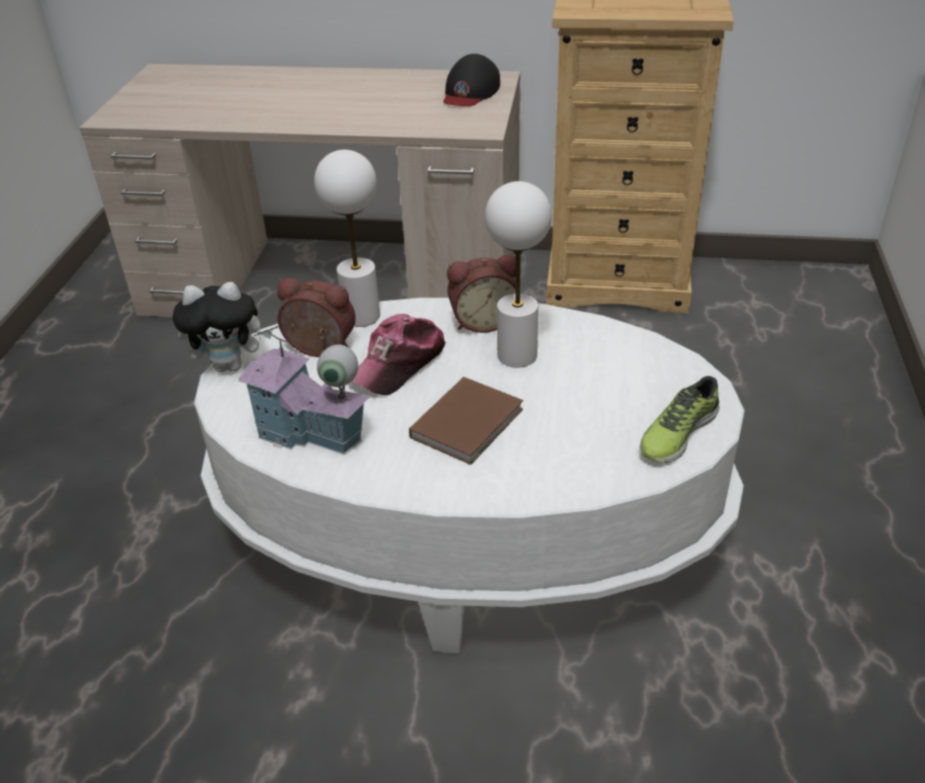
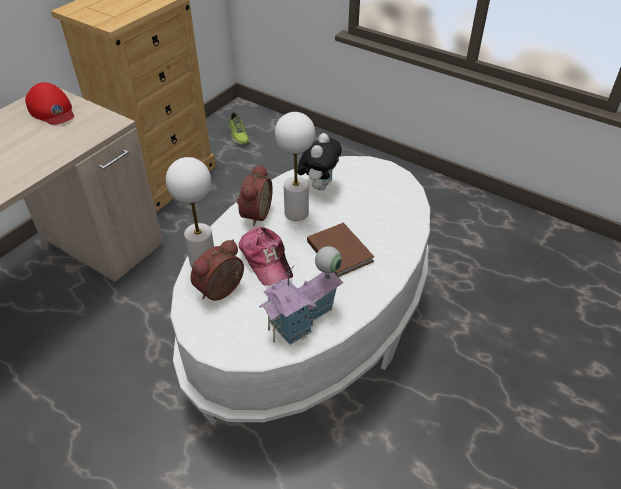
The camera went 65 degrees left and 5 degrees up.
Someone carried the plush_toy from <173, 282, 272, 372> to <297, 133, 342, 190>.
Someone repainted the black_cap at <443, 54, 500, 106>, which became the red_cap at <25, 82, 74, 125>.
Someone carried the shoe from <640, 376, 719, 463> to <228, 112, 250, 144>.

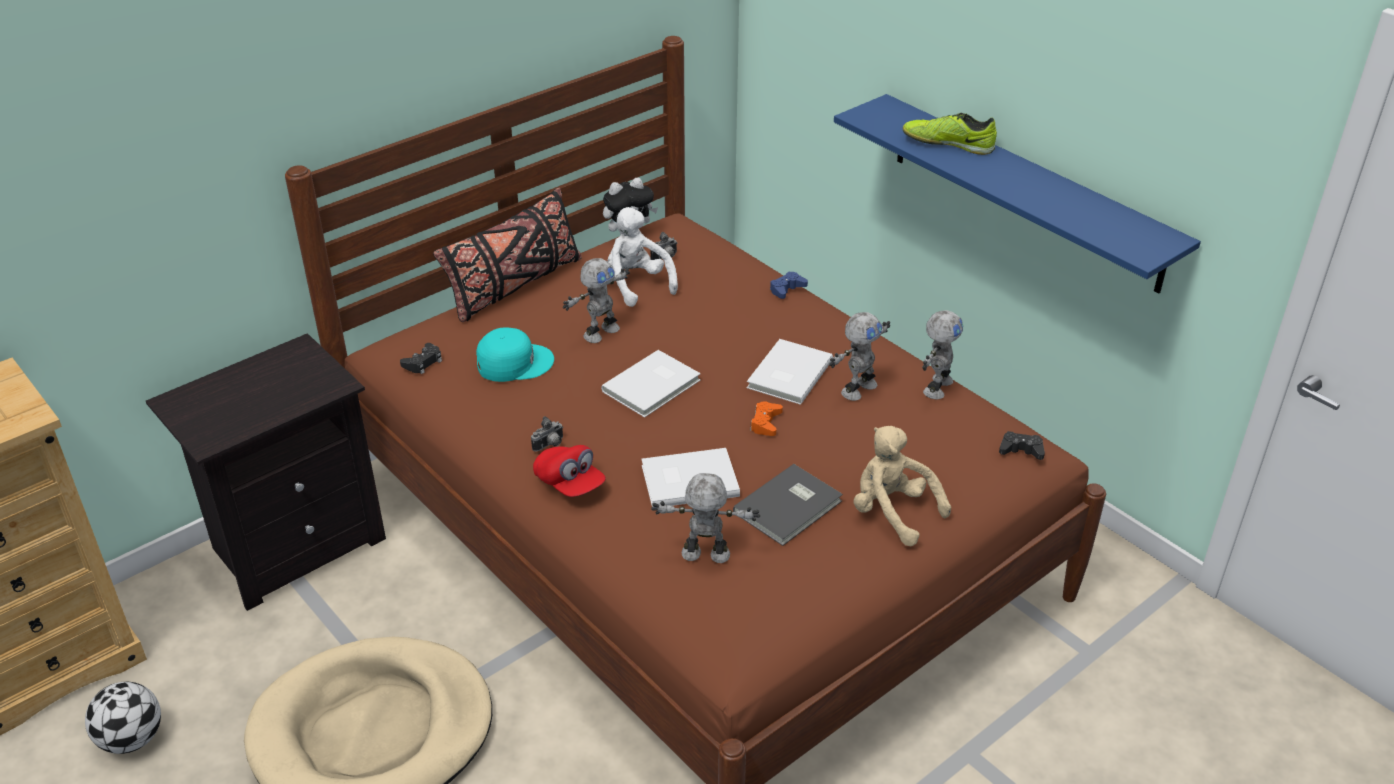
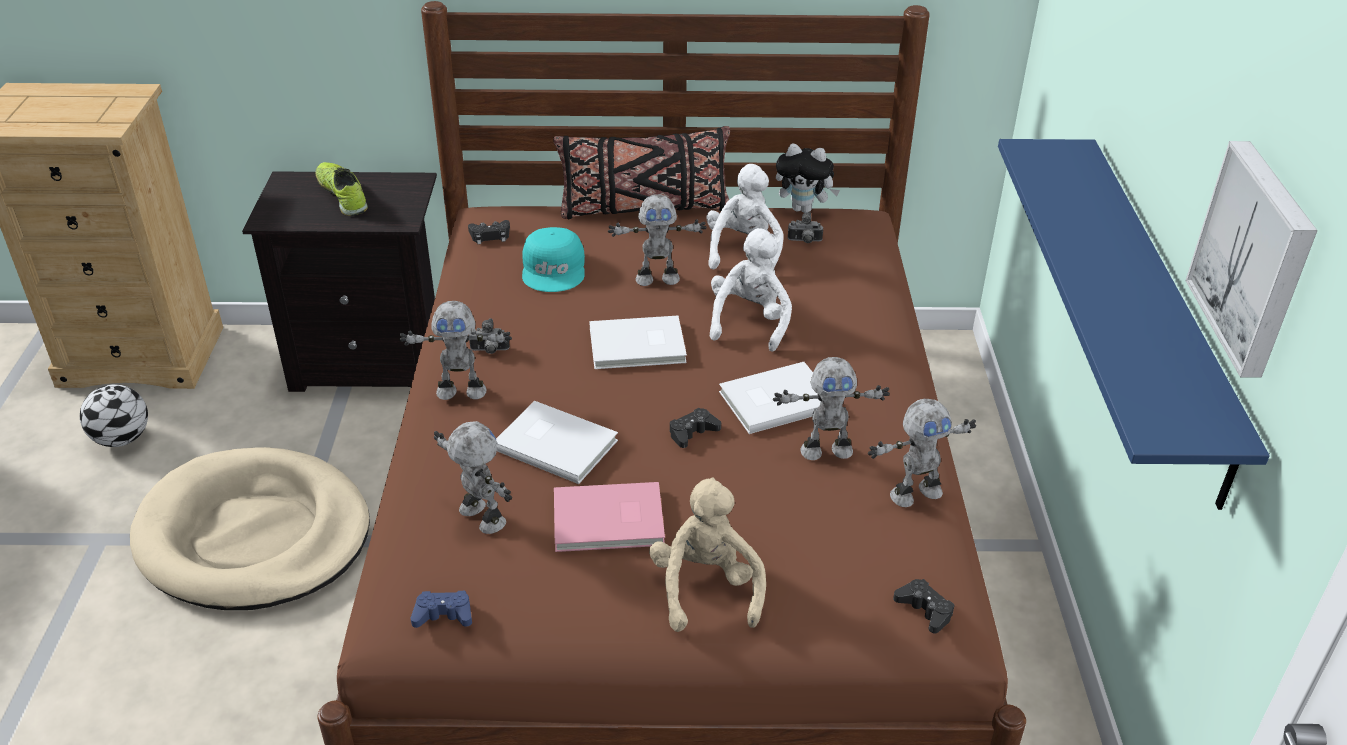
The camera went 40 degrees right and 0 degrees up.
Someone rotated the turquoise_cap at <476, 328, 554, 382> by 60 degrees clockwise.
Someone swapped the red_cap at <533, 445, 606, 497> for the toy_robot at <399, 301, 512, 400>.
Someone repainted the grey_book at <733, 464, 843, 546>, which became the pink_book at <554, 482, 665, 552>.
Someone repainted the orange_game_controller at <750, 401, 783, 436>, which became the black_game_controller at <670, 408, 721, 448>.
Someone carried the blue_game_controller from <770, 271, 808, 299> to <411, 591, 472, 628>.
Someone carried the shoe from <903, 113, 997, 155> to <315, 162, 368, 216>.
Someone put down the white_plush_toy at <710, 228, 792, 352>.
Someone put up the picture at <1185, 141, 1318, 378>.

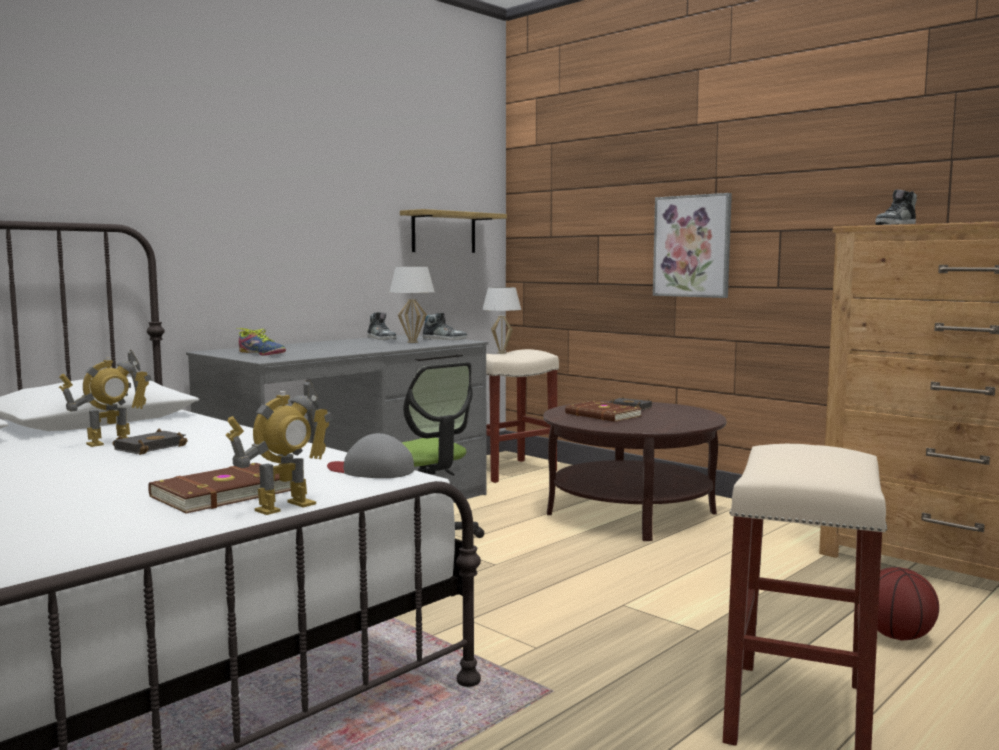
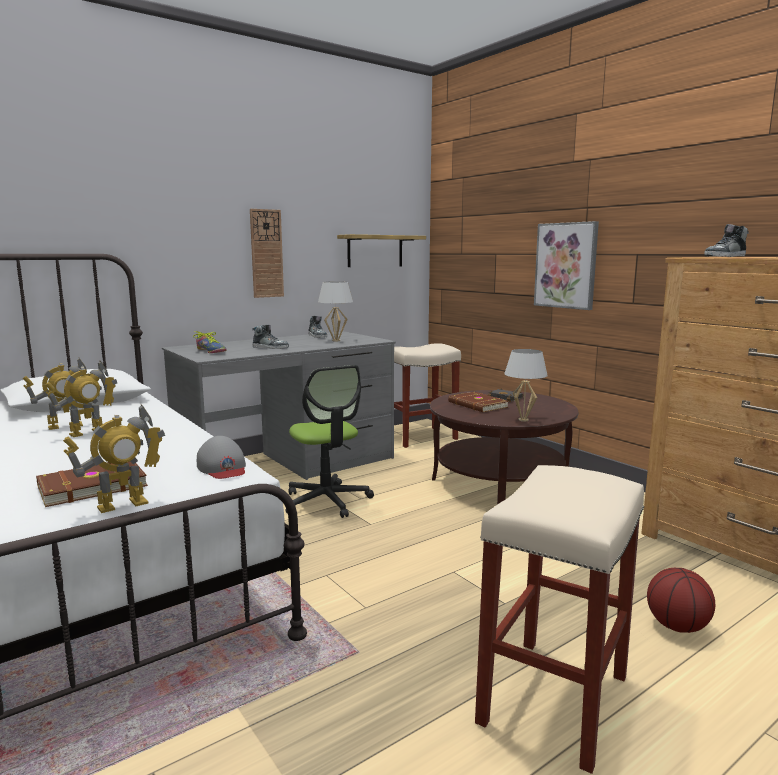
The camera went 10 degrees right and 5 degrees up.
Someone swapped the black_book at <113, 428, 188, 455> for the toy_robot at <45, 360, 117, 437>.
Someone rotated the grey_cap at <327, 433, 414, 478> by 150 degrees counterclockwise.
Someone carried the shoe from <422, 313, 467, 340> to <252, 325, 289, 349>.
Someone carried the white_table_lamp from <482, 287, 521, 354> to <504, 349, 548, 421>.
Someone put up the wall_clock at <250, 209, 284, 298>.

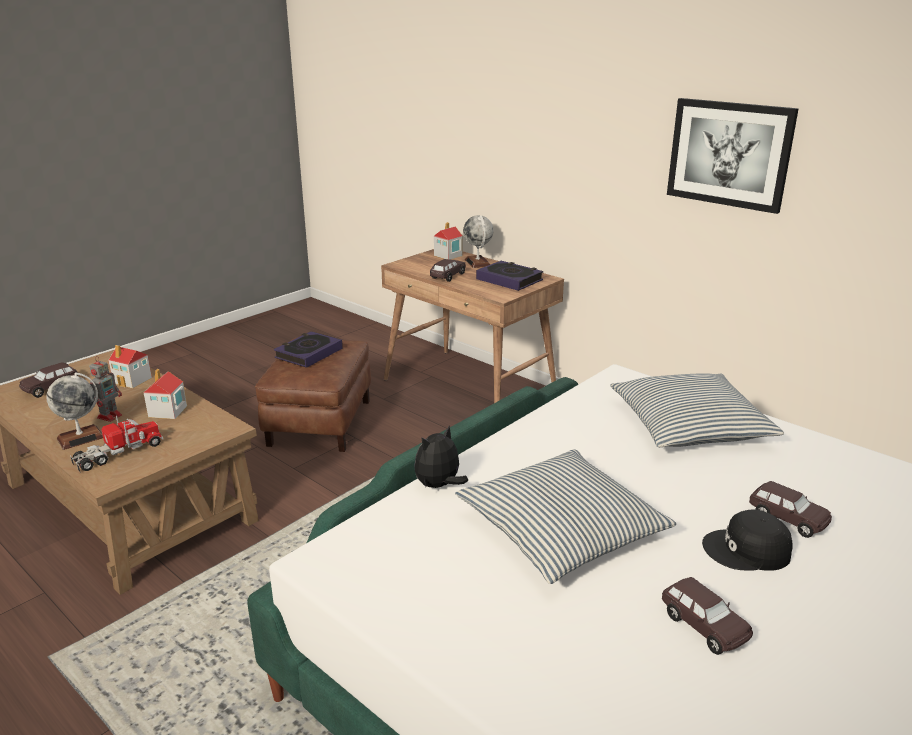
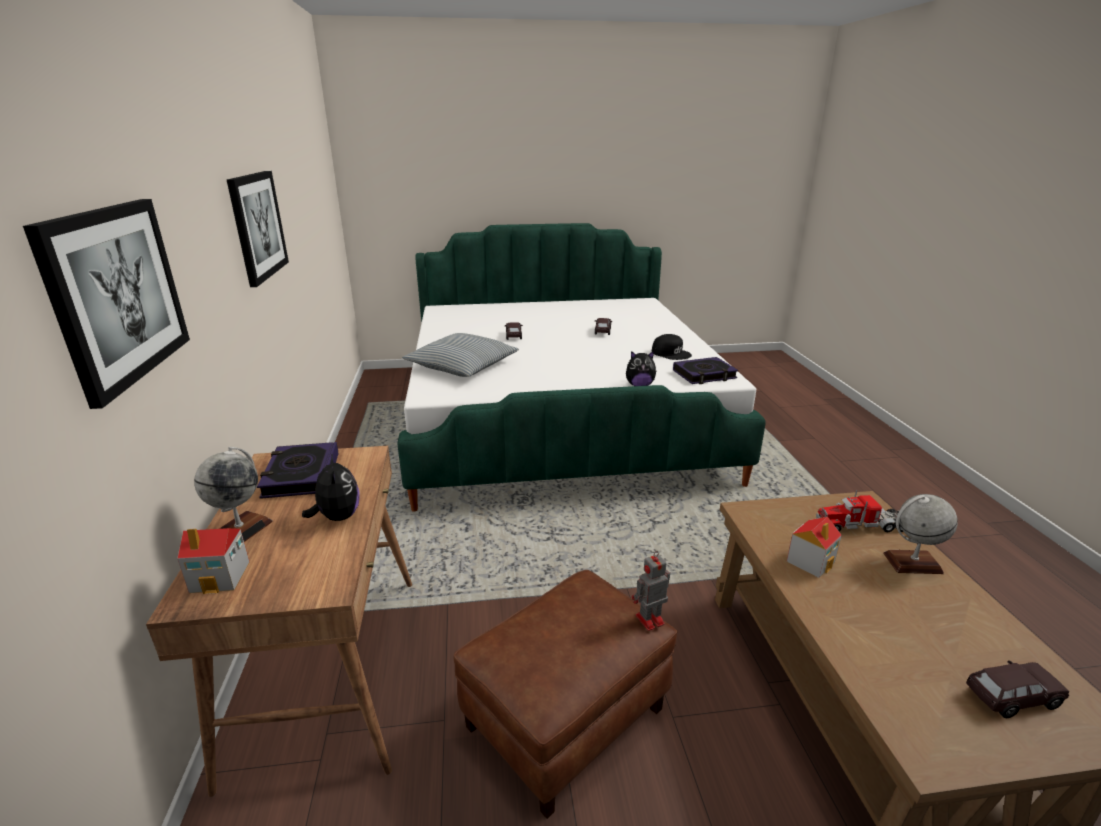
The camera went 140 degrees left and 0 degrees up.
Someone carried the toy_robot from <89, 356, 122, 422> to <632, 551, 670, 631>.
Someone took away the toy_house at <108, 345, 152, 388>.
Someone carried the book from <274, 331, 343, 368> to <673, 357, 738, 384>.
Someone swapped the brown_toy_car at <430, 259, 466, 282> for the plush_toy at <302, 453, 360, 521>.
Someone took away the pillow at <455, 449, 676, 584>.
Someone carried the black_cap from <702, 510, 793, 571> to <652, 334, 692, 360>.
Someone put up the picture at <23, 199, 190, 409>.

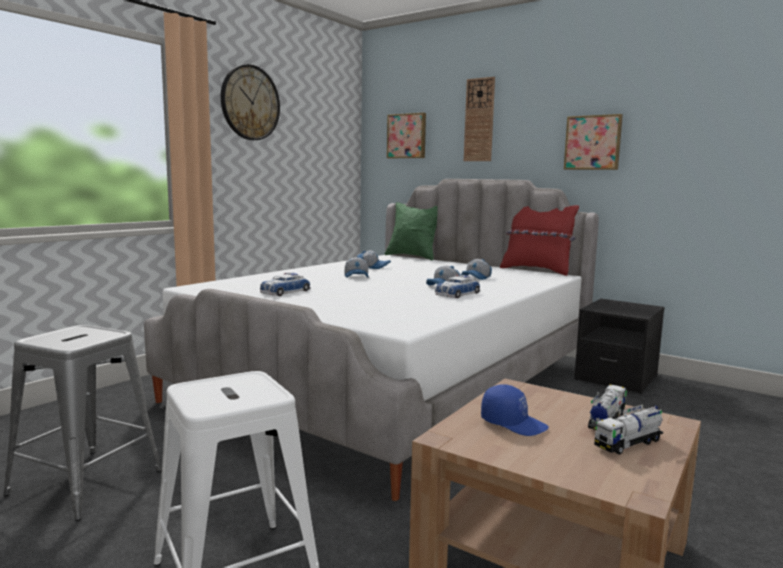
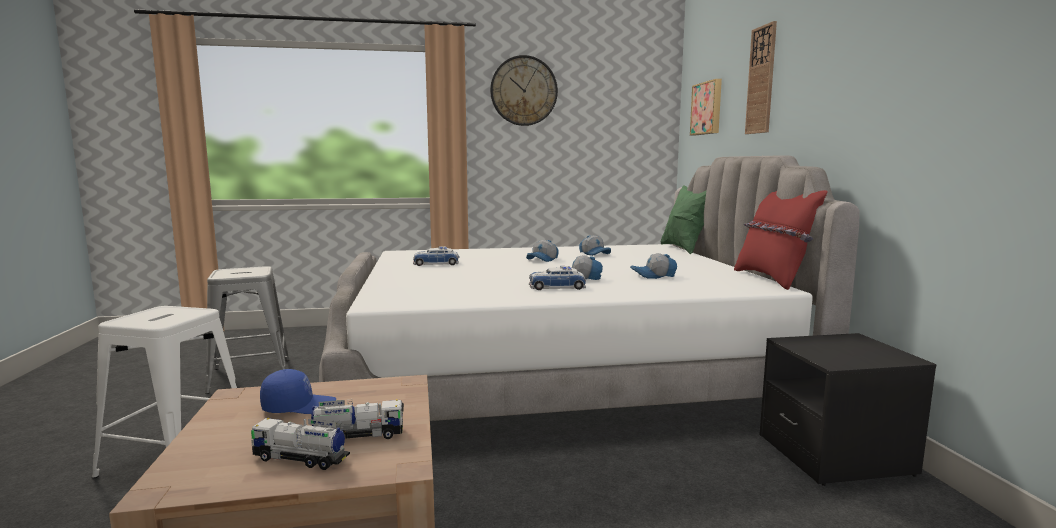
The camera went 45 degrees right and 0 degrees up.
Someone rotated the blue_cap at <481, 384, 549, 436> by 90 degrees counterclockwise.
Someone took away the picture at <564, 114, 623, 170>.

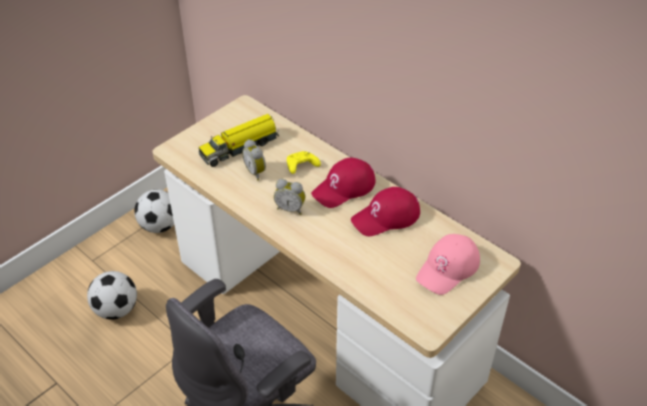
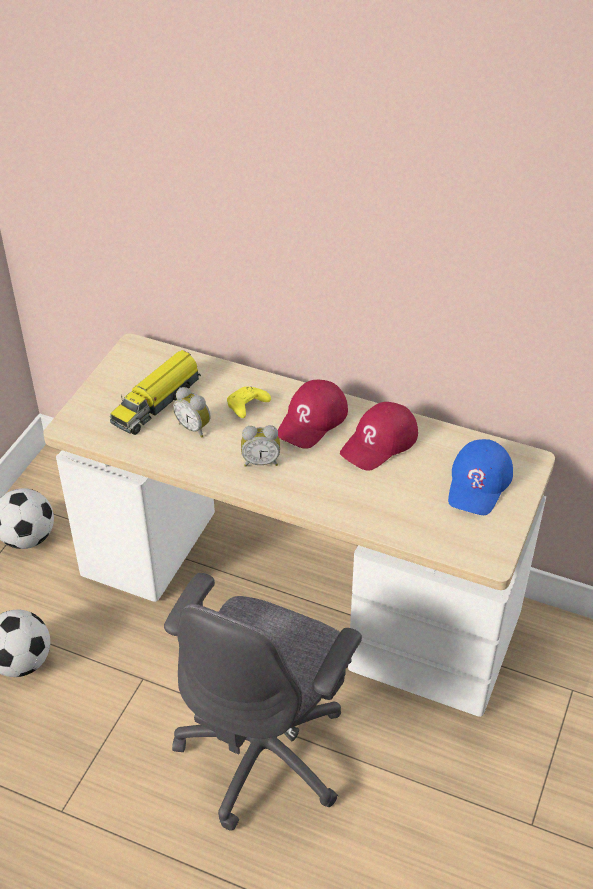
The camera went 20 degrees left and 0 degrees up.
Someone repainted the pink_cap at <416, 234, 480, 295>, which became the blue_cap at <448, 439, 513, 515>.

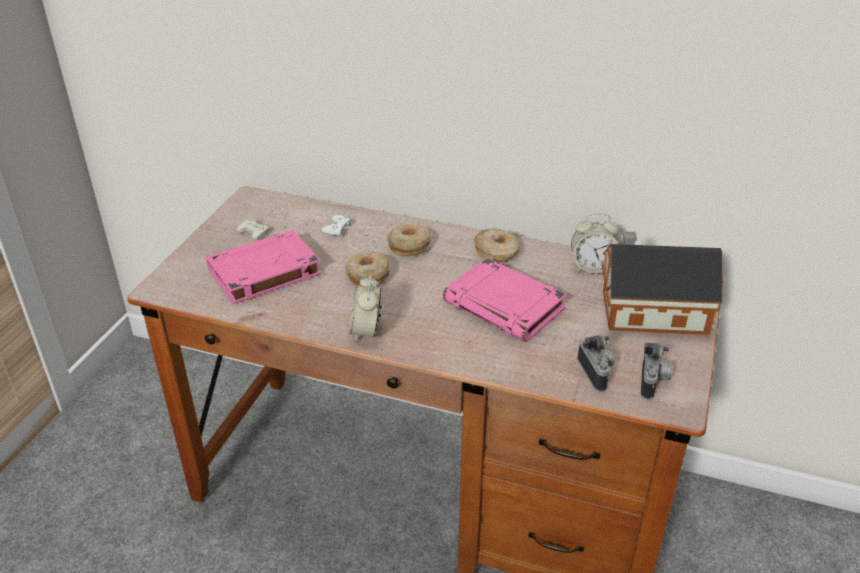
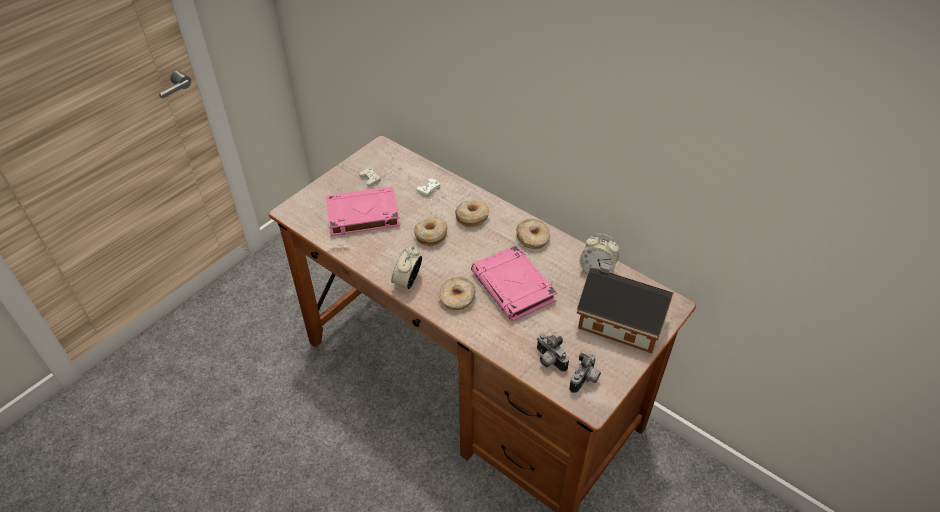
The camera went 20 degrees right and 10 degrees up.
Someone rotated the photo_camera at <577, 336, 614, 392> by 135 degrees clockwise.
Someone put down the donut at <439, 277, 476, 310>.

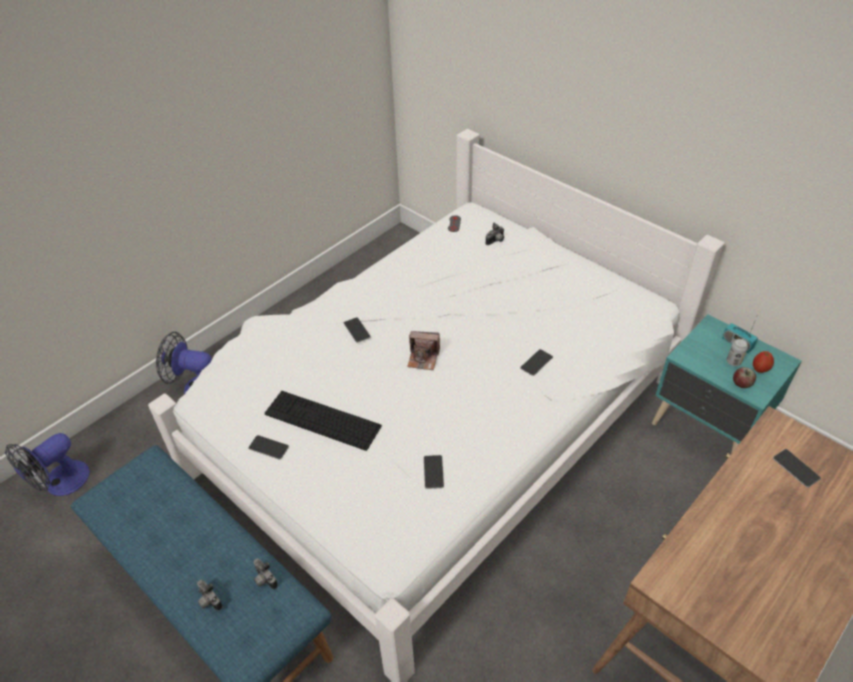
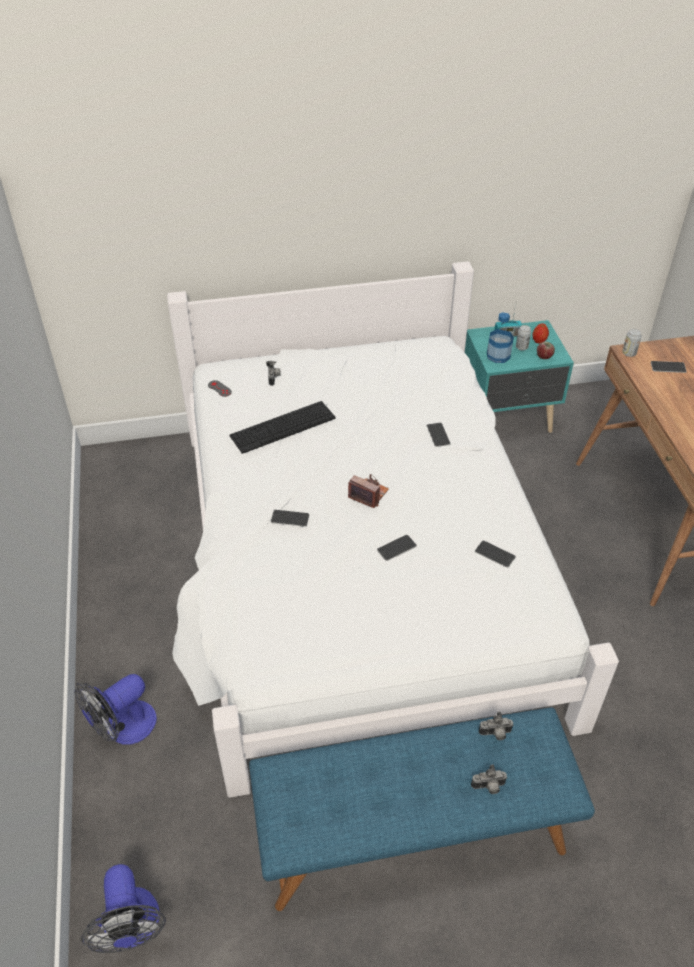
The camera went 55 degrees left and 0 degrees up.
Someone carried the phone from <248, 435, 289, 460> to <377, 535, 417, 561>.
Someone carried the keyboard from <265, 391, 382, 451> to <229, 401, 336, 454>.
Someone rotated the photo_camera at <407, 331, 440, 370> by 105 degrees counterclockwise.
Someone put down the bottle at <487, 312, 514, 363>.
Someone put down the can at <622, 329, 642, 357>.

